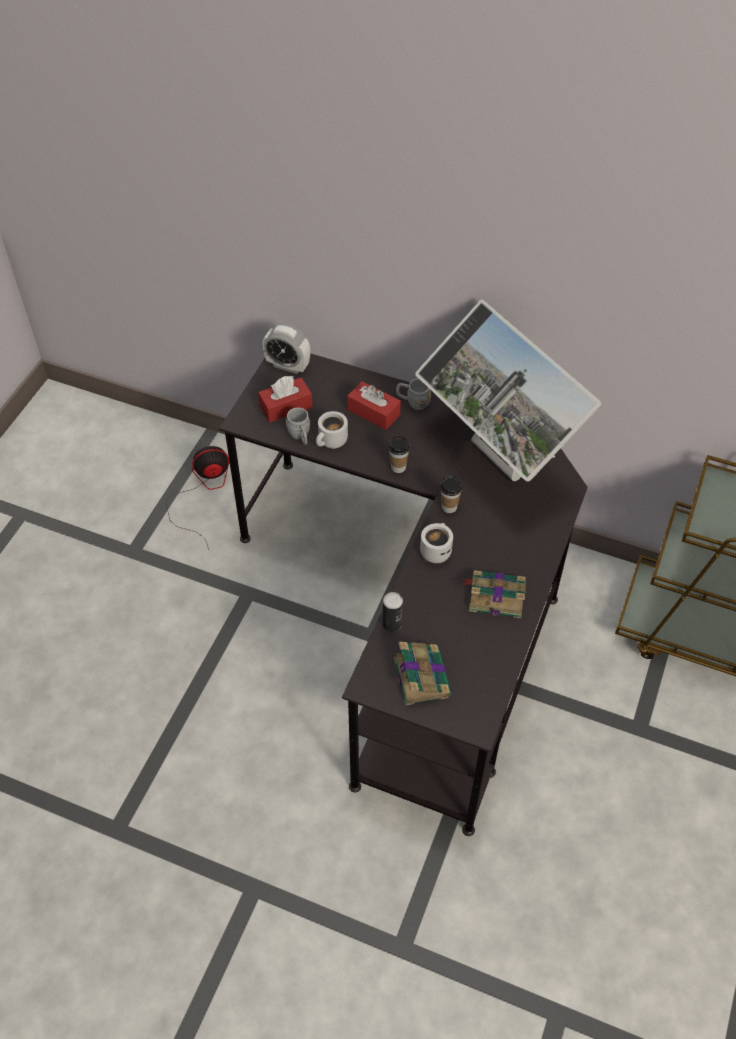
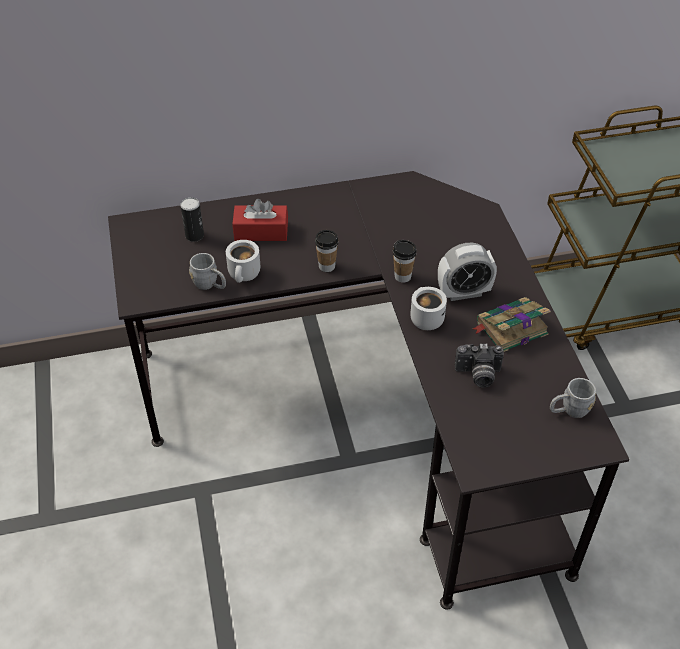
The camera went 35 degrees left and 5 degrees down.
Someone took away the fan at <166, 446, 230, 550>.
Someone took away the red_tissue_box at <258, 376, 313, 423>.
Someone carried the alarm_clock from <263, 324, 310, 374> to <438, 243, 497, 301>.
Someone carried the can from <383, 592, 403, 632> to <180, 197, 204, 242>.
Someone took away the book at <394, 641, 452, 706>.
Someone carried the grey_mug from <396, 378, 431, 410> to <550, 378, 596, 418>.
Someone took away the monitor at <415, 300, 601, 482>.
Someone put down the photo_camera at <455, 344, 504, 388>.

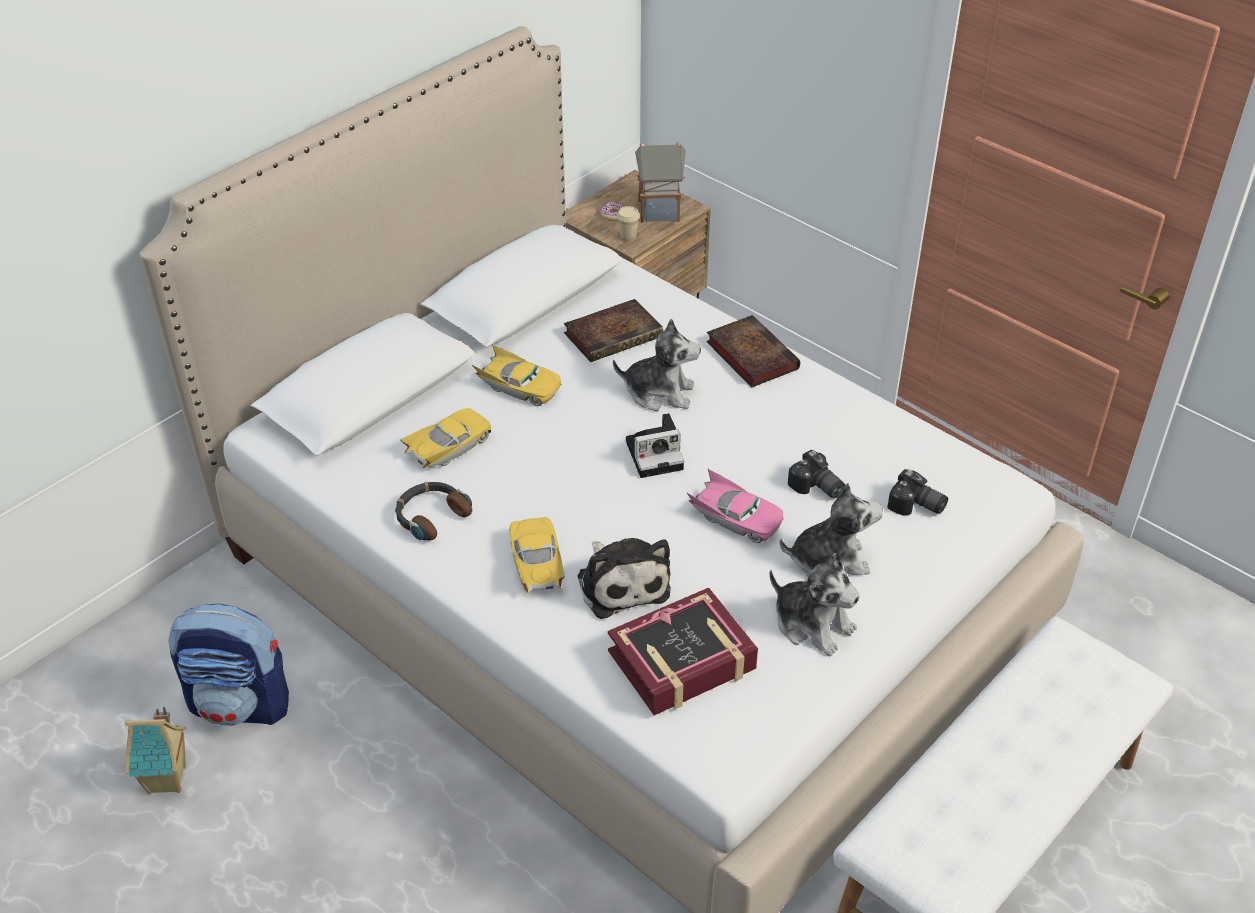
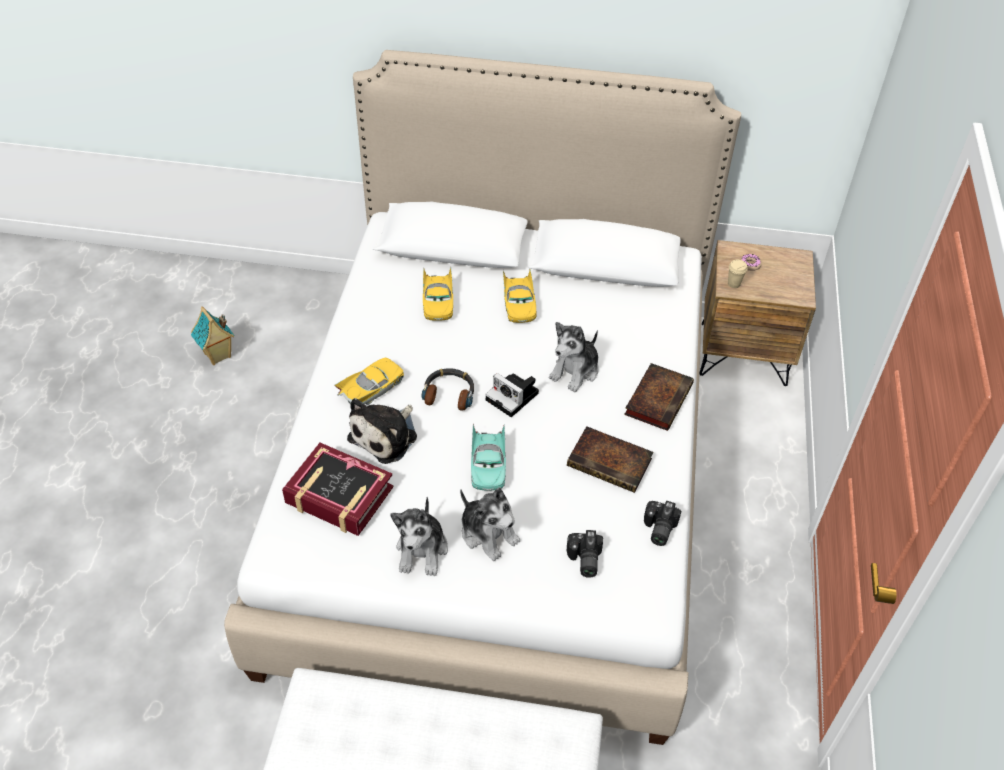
The camera went 55 degrees right and 5 degrees up.
Someone took away the backpack at <168, 603, 289, 726>.
Someone carried the headphones from <395, 482, 472, 541> to <421, 368, 474, 411>.
Someone rotated the yellow_toy_car at <400, 408, 491, 468> by 75 degrees clockwise.
Someone carried the book from <564, 299, 663, 362> to <567, 426, 653, 493>.
Someone rotated the plush_toy at <613, 319, 701, 411> by 60 degrees clockwise.
Someone took away the toy_house at <635, 142, 686, 223>.
Someone repainted the pink_toy_car at <686, 469, 784, 543>, which became the turquoise_toy_car at <471, 424, 506, 491>.
Someone carried the photo_camera from <788, 450, 845, 499> to <644, 500, 681, 546>.

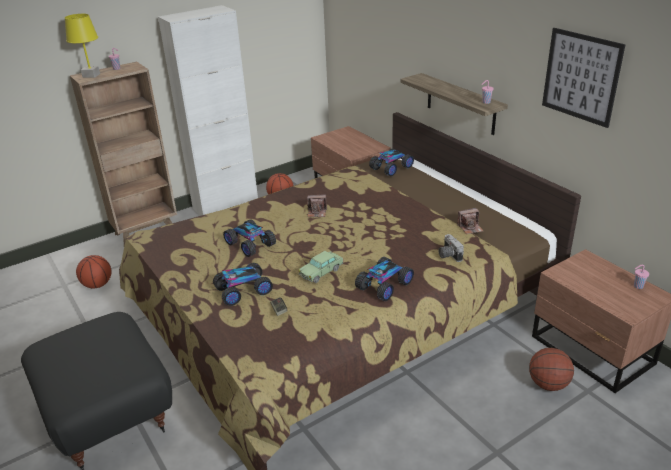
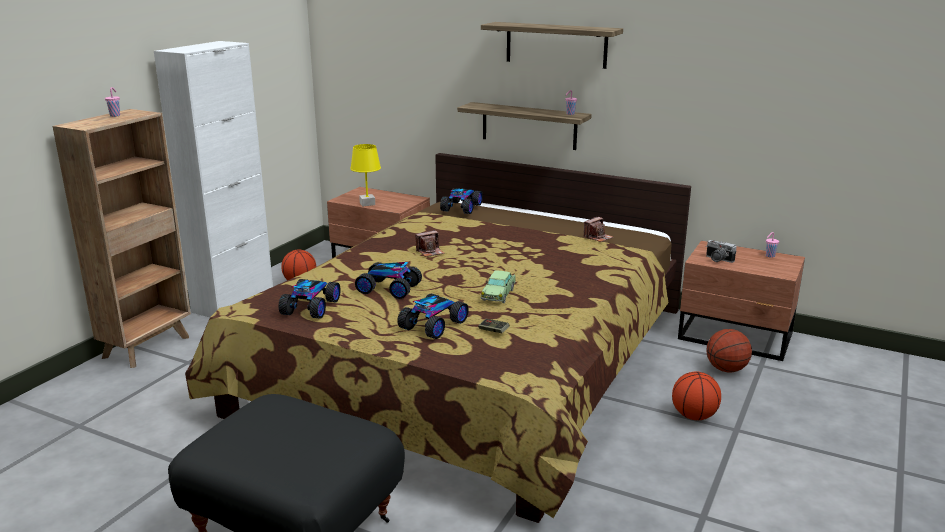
The camera went 30 degrees left and 10 degrees down.
Someone carried the yellow_table_lamp from <65, 14, 100, 78> to <350, 144, 381, 206>.
Someone carried the basketball from <76, 255, 112, 288> to <672, 372, 721, 420>.
Someone carried the toy_car from <355, 257, 414, 301> to <278, 279, 340, 319>.
Someone carried the photo_camera from <438, 234, 464, 262> to <706, 240, 736, 263>.
Someone took away the picture at <542, 28, 626, 128>.
Someone put up the shelf at <481, 22, 623, 69>.

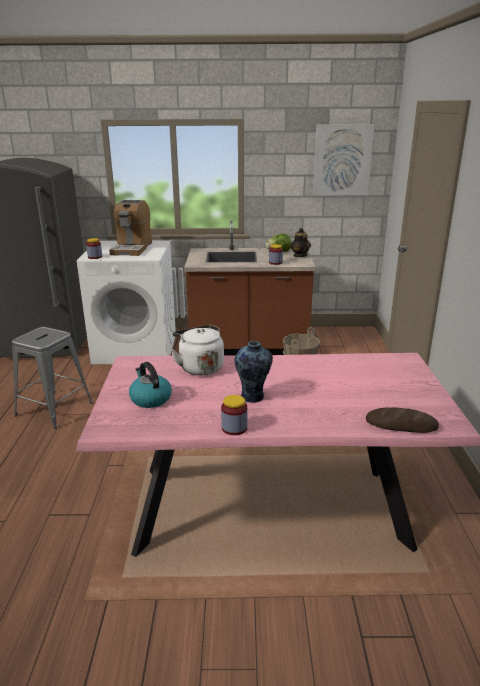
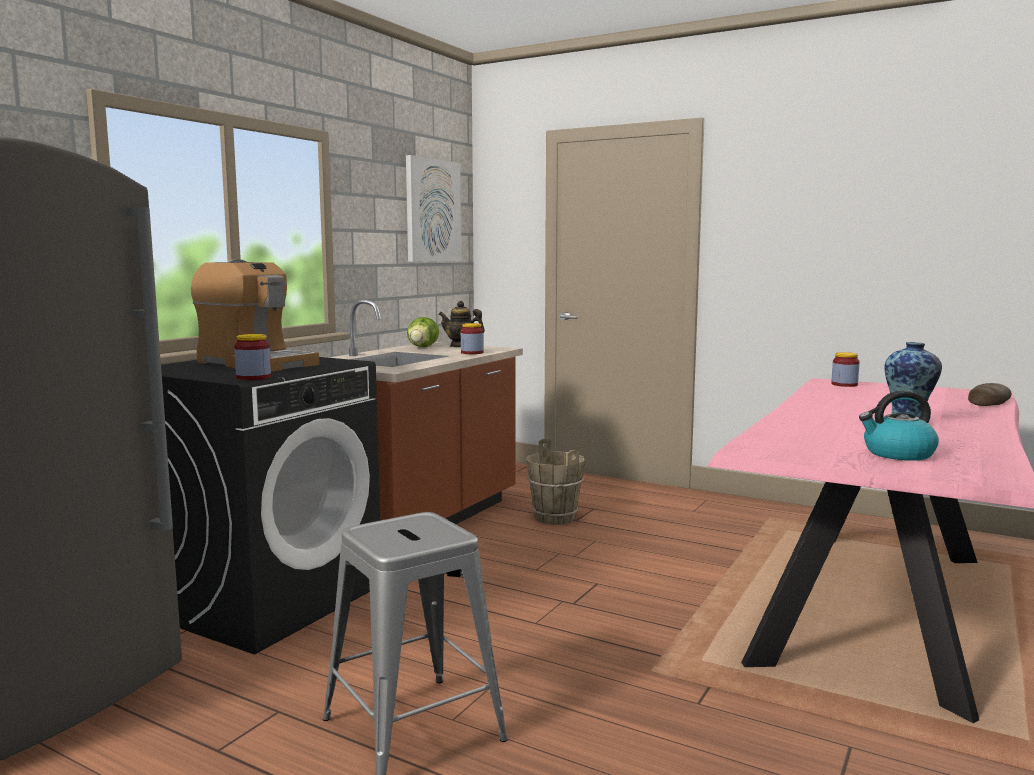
The camera went 60 degrees left and 15 degrees down.
Someone repainted the white_washing_machine at <77, 240, 176, 364>, which became the black_washing_machine at <161, 357, 380, 654>.
Someone took away the white_kettle at <171, 325, 224, 375>.
Someone carried the jar from <221, 395, 247, 435> to <831, 352, 860, 387>.

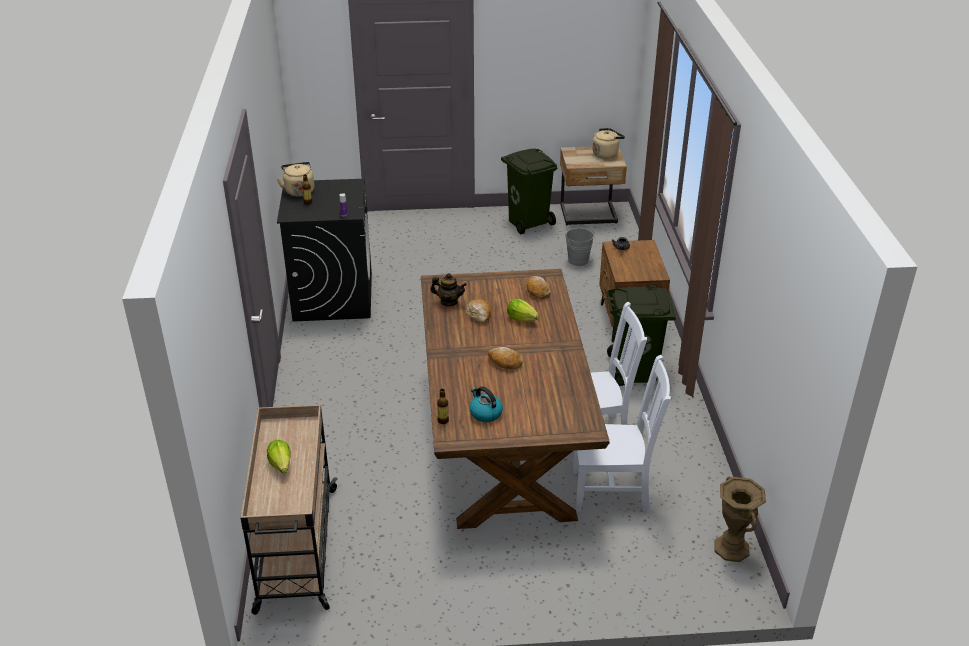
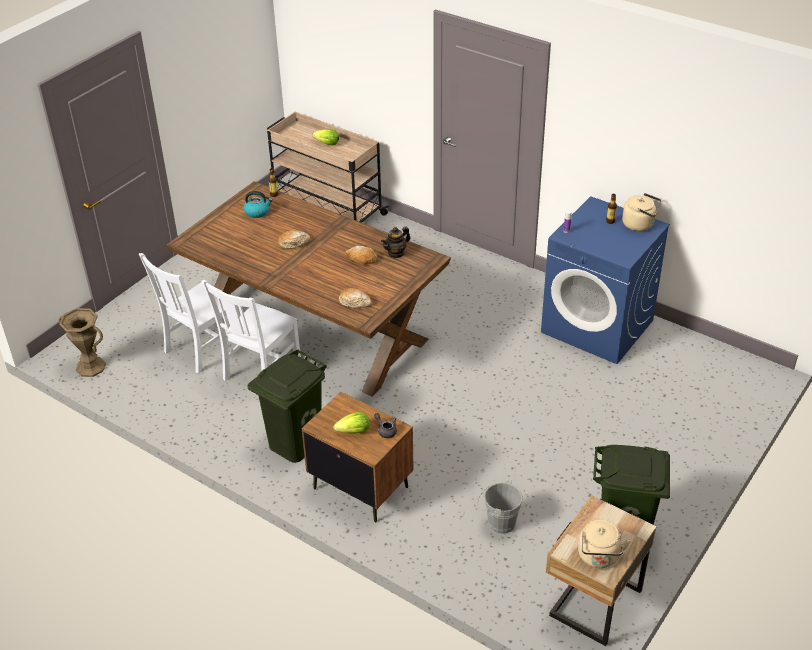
The camera went 130 degrees right and 5 degrees up.
Someone repainted the black_washing_machine at <277, 179, 372, 322>, which became the blue_washing_machine at <541, 196, 670, 364>.
Someone carried the lettuce from <507, 298, 539, 321> to <333, 412, 370, 434>.

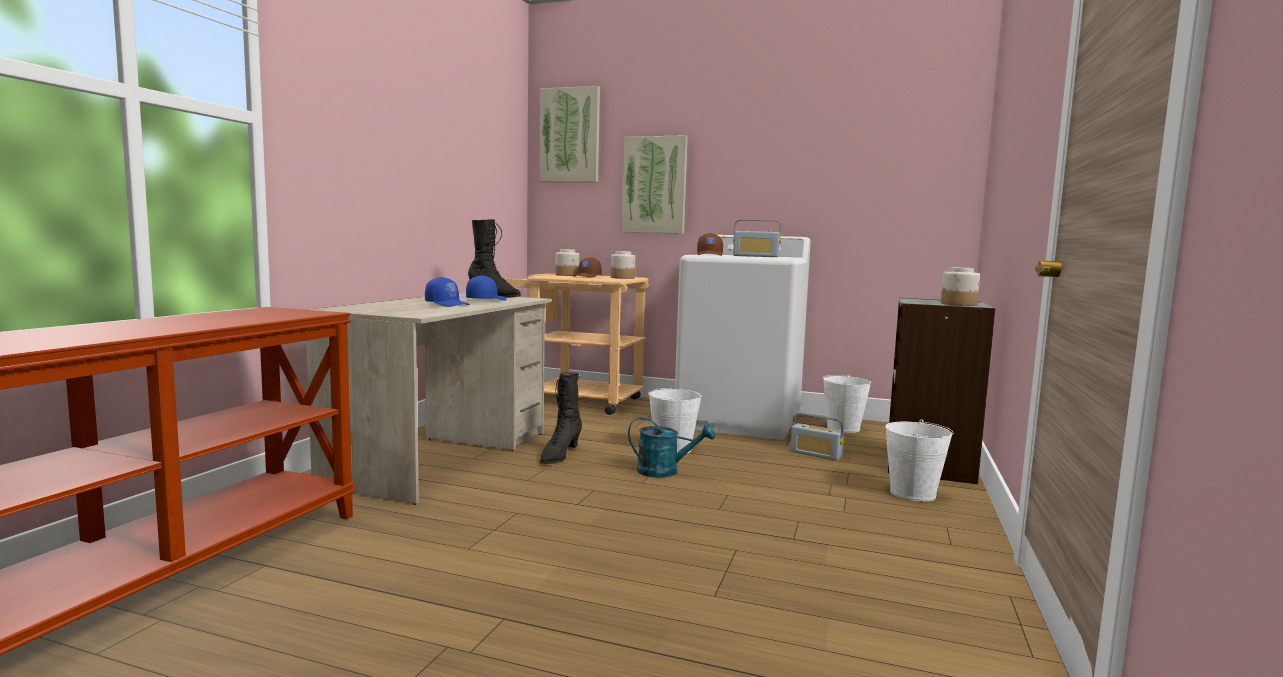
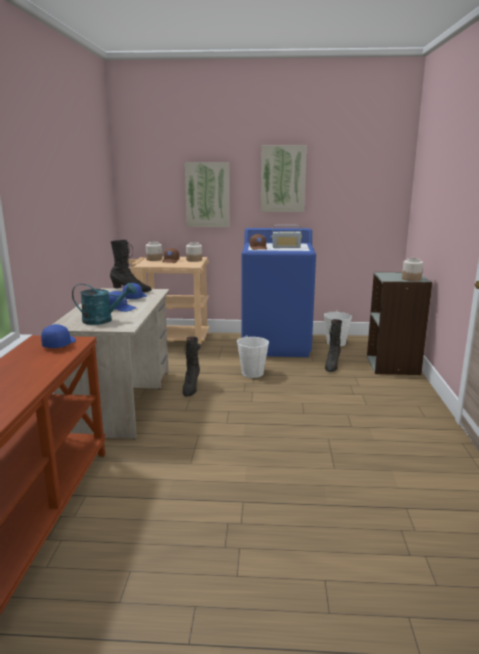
The camera went 15 degrees left and 10 degrees up.
Someone carried the picture from <539, 86, 600, 182> to <261, 145, 307, 212>.
Someone carried the turquoise_watering_can from <628, 418, 715, 478> to <72, 283, 136, 325>.
Someone repainted the white_washing_machine at <675, 235, 811, 440>, which became the blue_washing_machine at <241, 228, 316, 357>.
Someone swapped the radio at <790, 413, 844, 461> for the black_boot at <325, 319, 342, 372>.
Someone took away the white_bucket at <885, 419, 953, 502>.
Someone put down the blue_cap at <41, 324, 76, 348>.

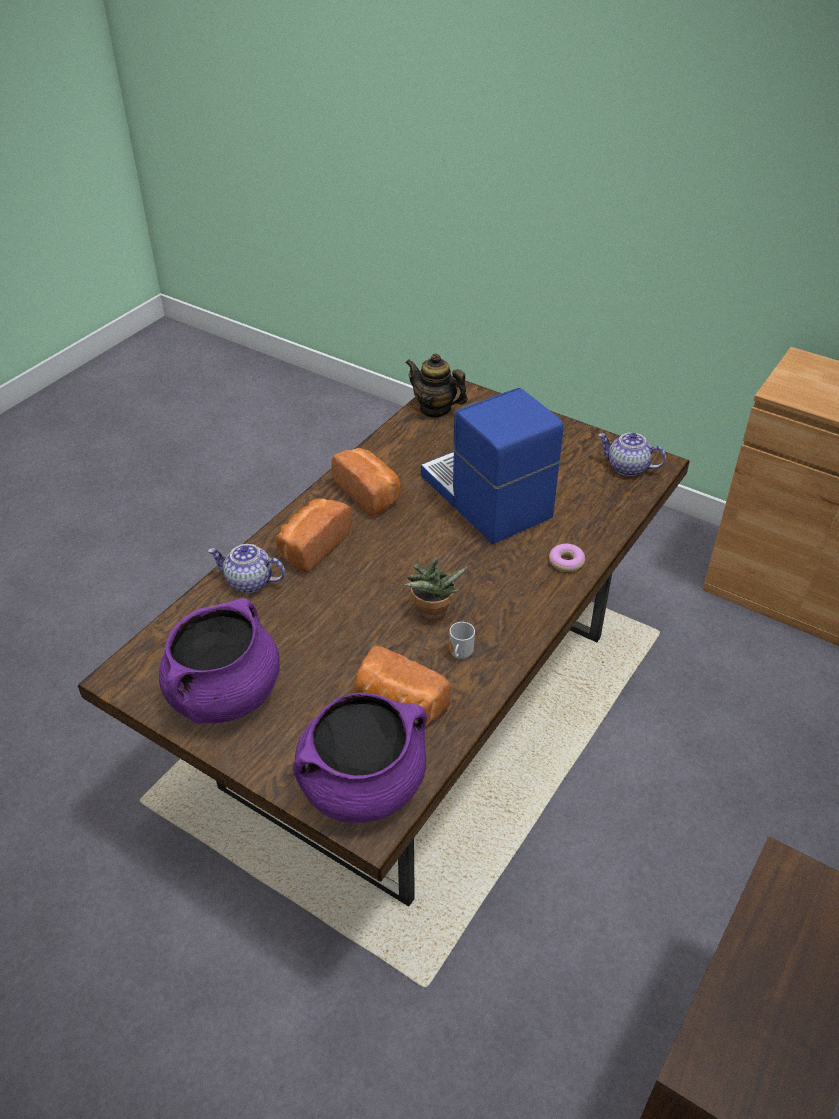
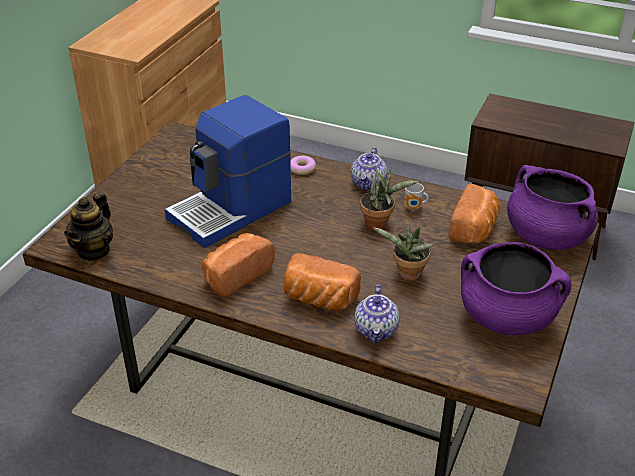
The camera went 100 degrees left and 5 degrees down.
Someone carried the teapot from <598, 433, 666, 476> to <351, 147, 387, 191>.
Someone put down the potted_plant at <372, 226, 435, 281>.

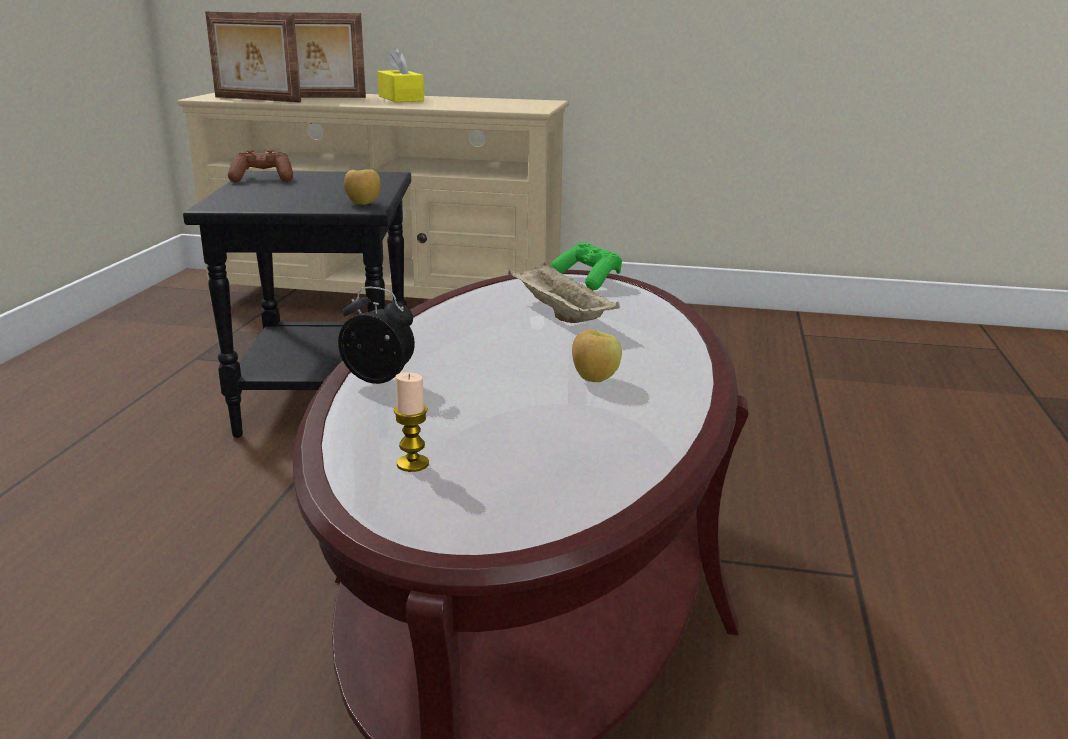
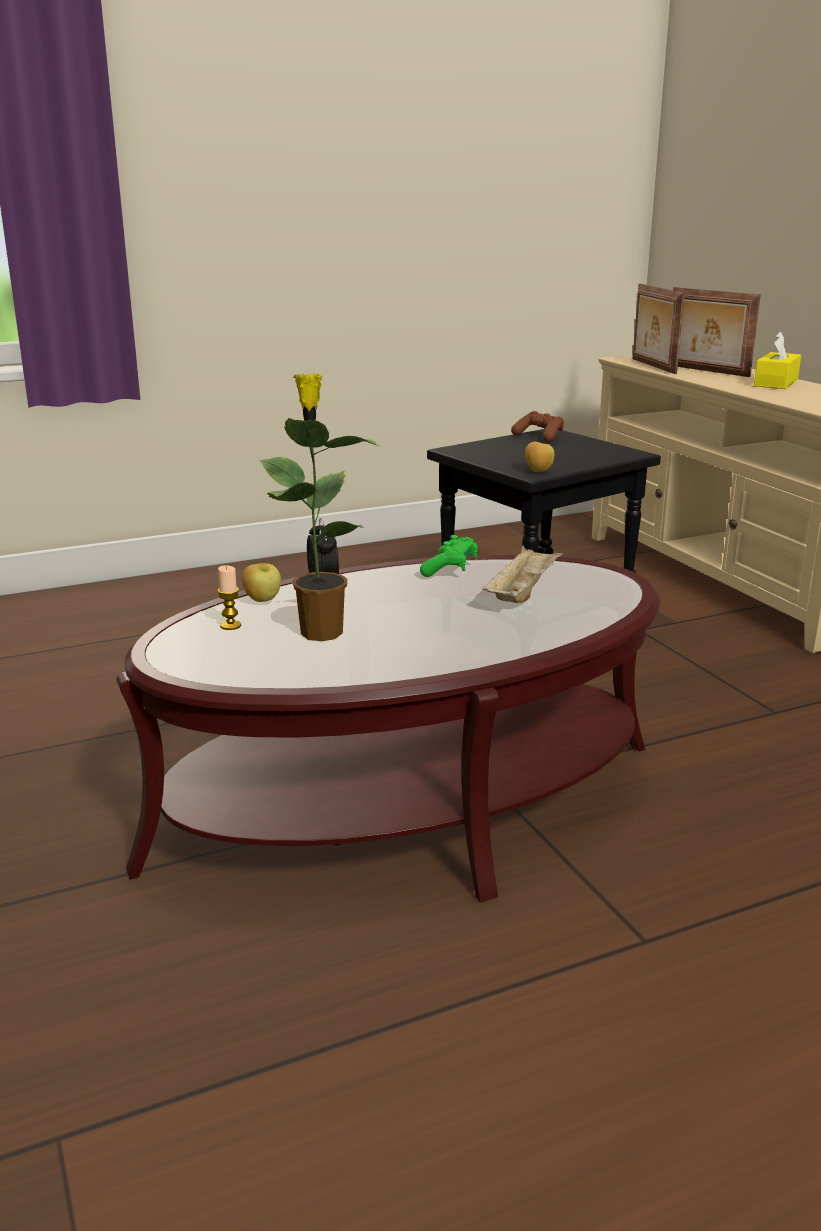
The camera went 55 degrees right and 0 degrees up.
Someone carried the green_game_controller from <550, 242, 622, 290> to <420, 535, 478, 577>.
Someone carried the apple from <572, 329, 622, 382> to <242, 563, 281, 602>.
Someone put down the potted_plant at <259, 373, 379, 641>.

